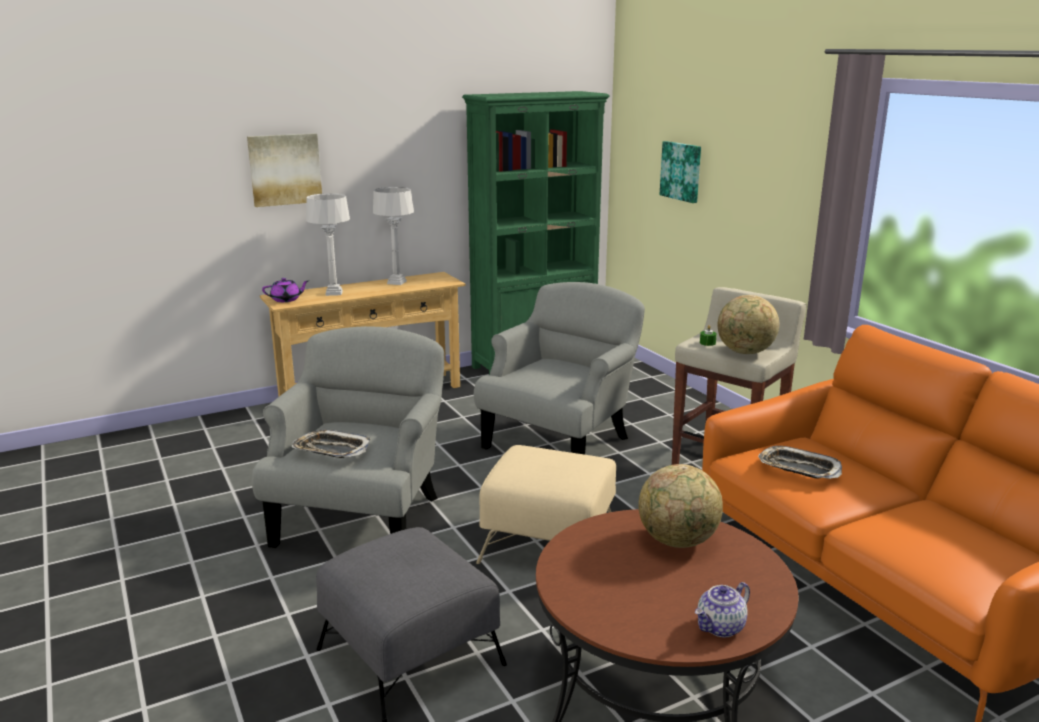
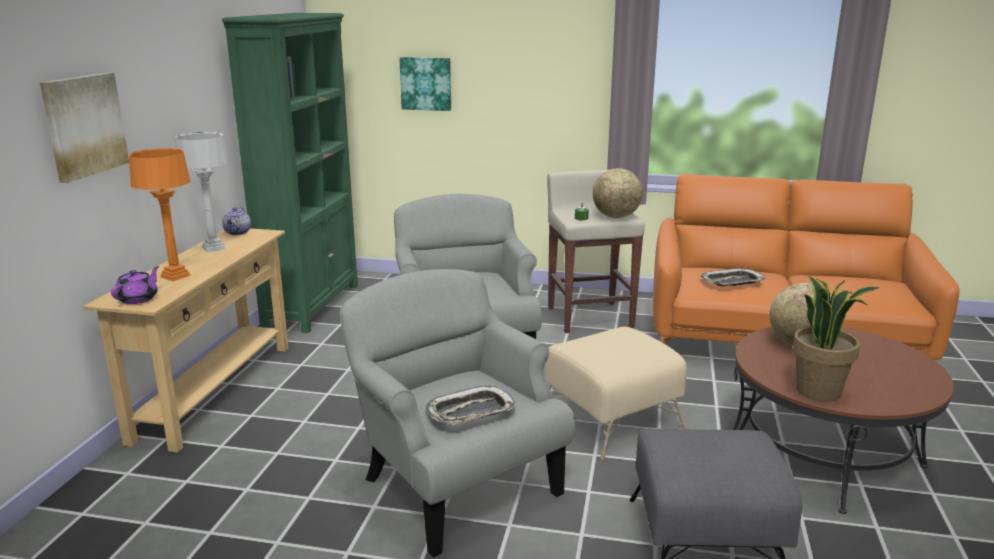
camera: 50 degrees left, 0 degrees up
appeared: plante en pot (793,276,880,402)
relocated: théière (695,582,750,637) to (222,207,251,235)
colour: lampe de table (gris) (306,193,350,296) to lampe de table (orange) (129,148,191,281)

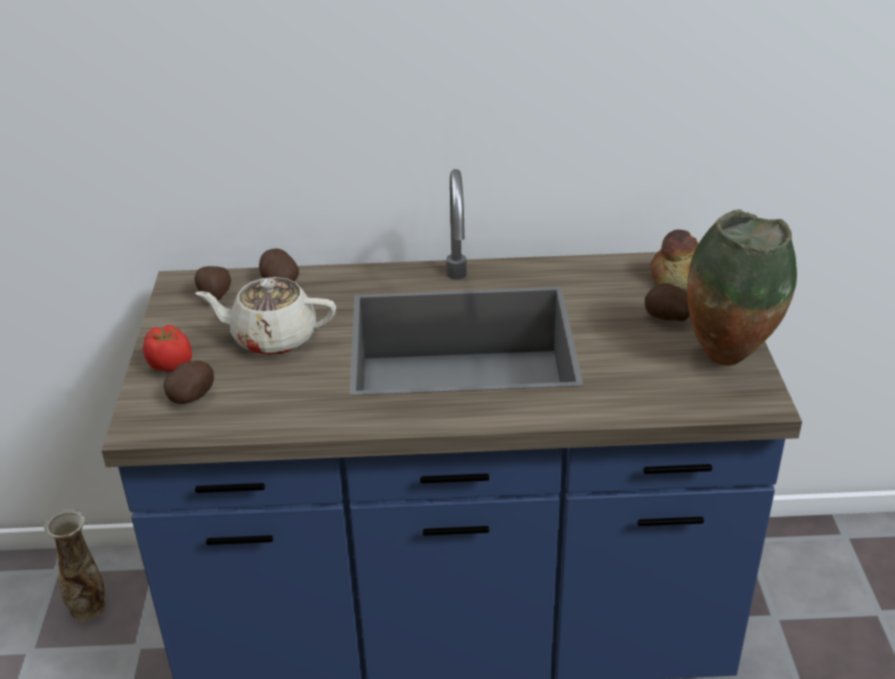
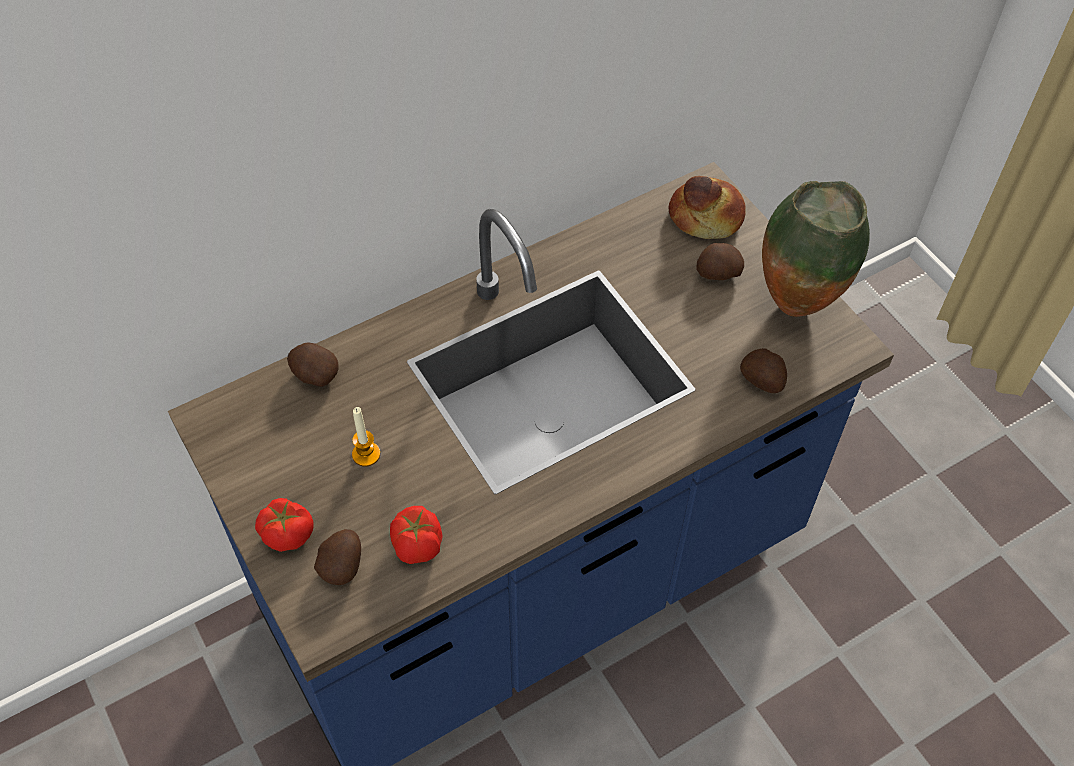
camera: 30 degrees left, 20 degrees up
missing: vase (44,508,106,621)
appeared: tomate (390,506,443,564)
relocated: pomme de terre (195,266,231,301) to (740,348,787,393)
exchanged: théière (beige) (196,277,336,356) to bougie (352,407,380,467)

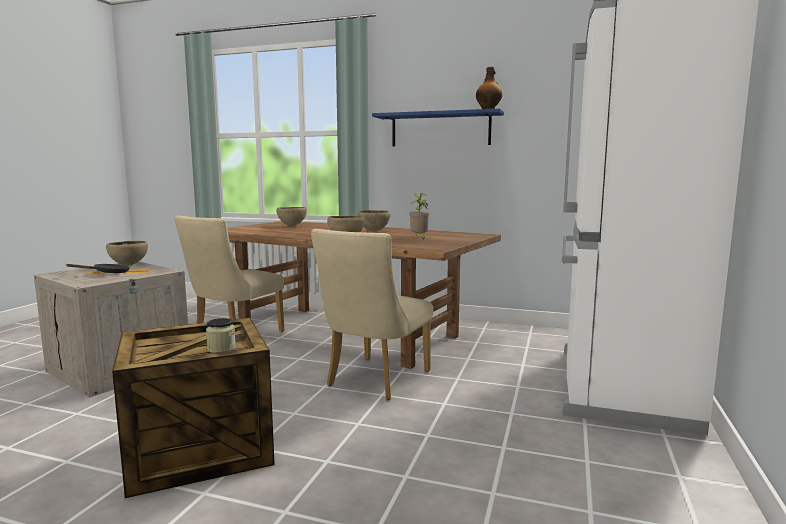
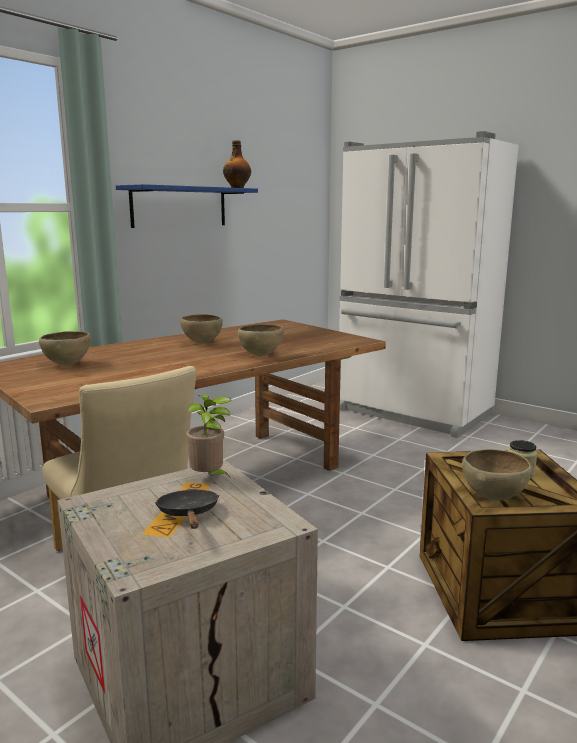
camera: 70 degrees left, 5 degrees up
missing: chaise (beige) (311,229,433,400)
relocated: bol (marron) (106,241,148,266) to (462,449,532,501); plante en pot (409,193,430,240) to (186,395,232,477)

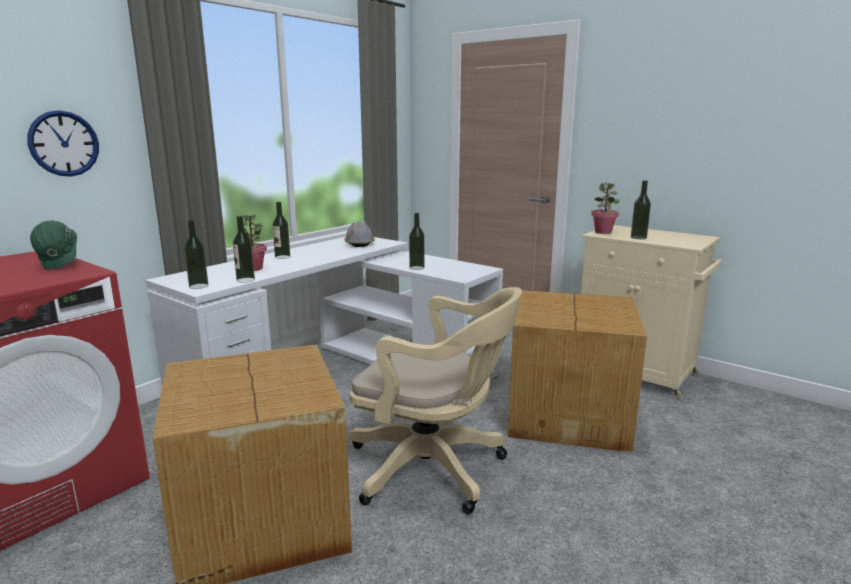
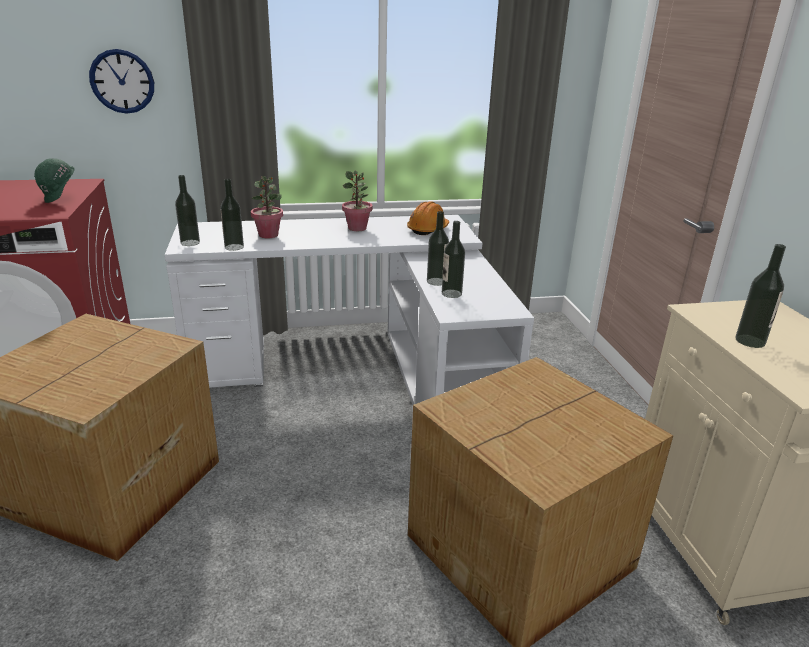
camera: 40 degrees right, 10 degrees up
missing: chaise de bureau (beige) (350,287,522,514)
relocated: bouteille (272,202,290,259) to (442,221,465,298); plante en pot (591,182,620,234) to (342,171,373,231)
colour: casque de chantier (gris) (344,221,375,247) to casque de chantier (orange) (407,201,449,235)

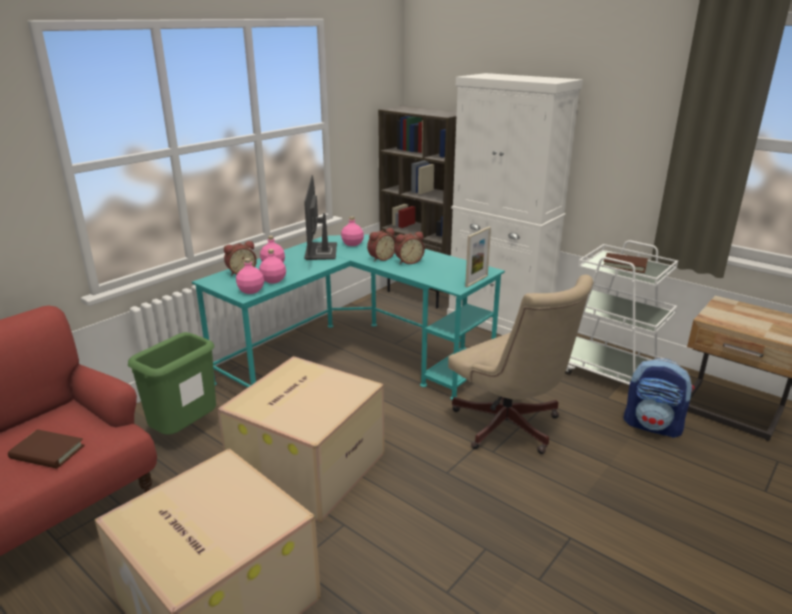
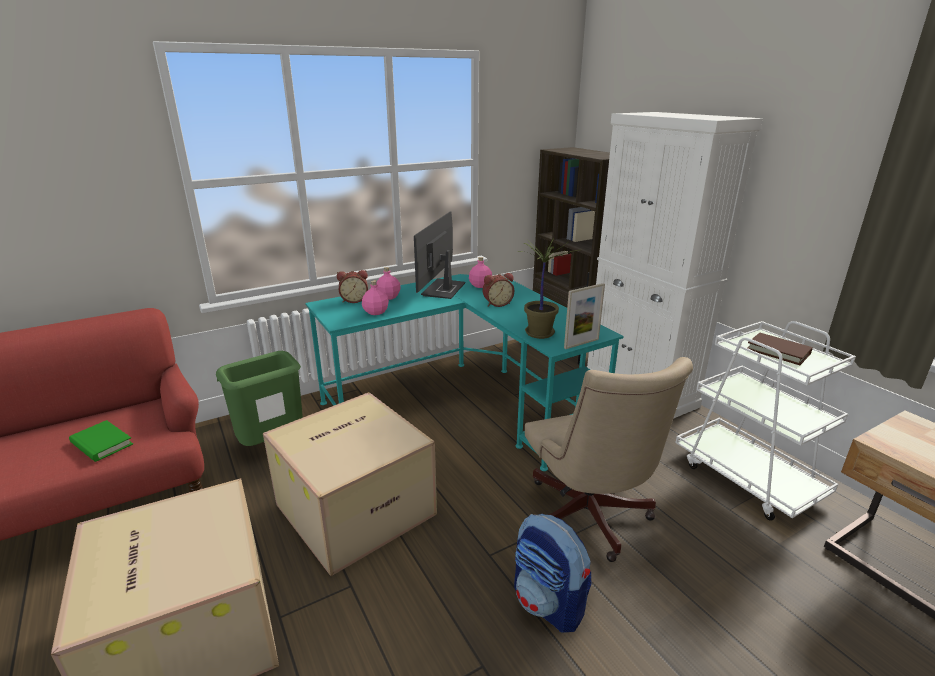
camera: 20 degrees right, 0 degrees up
missing: bouteille (rose) (236,258,264,294); réveil (394,232,425,264)
appeared: plante en pot (523,238,577,339)
relocated: sac à dos (624,359,694,438) to (514,514,591,633)
colour: livre (marron) (8,429,84,469) to livre (vert) (69,420,133,462)

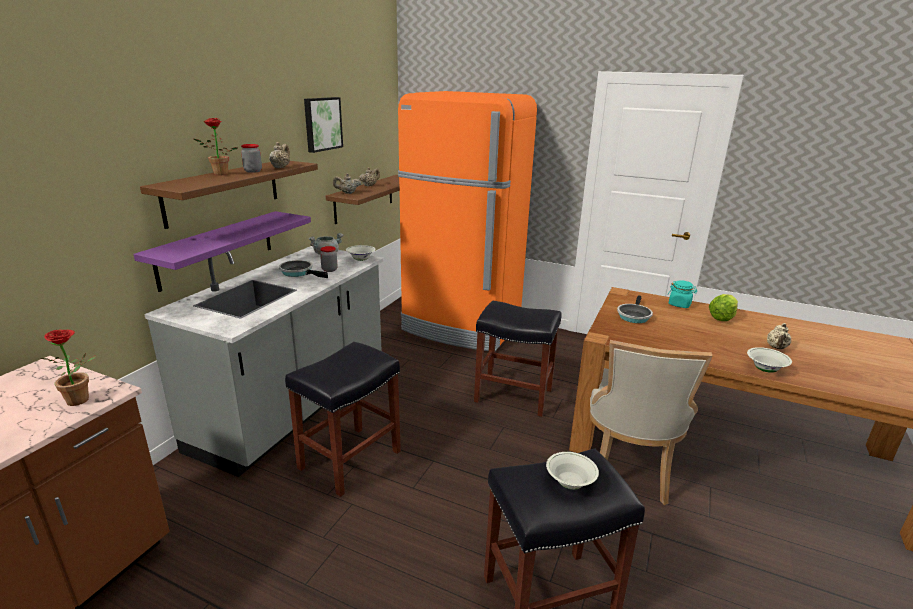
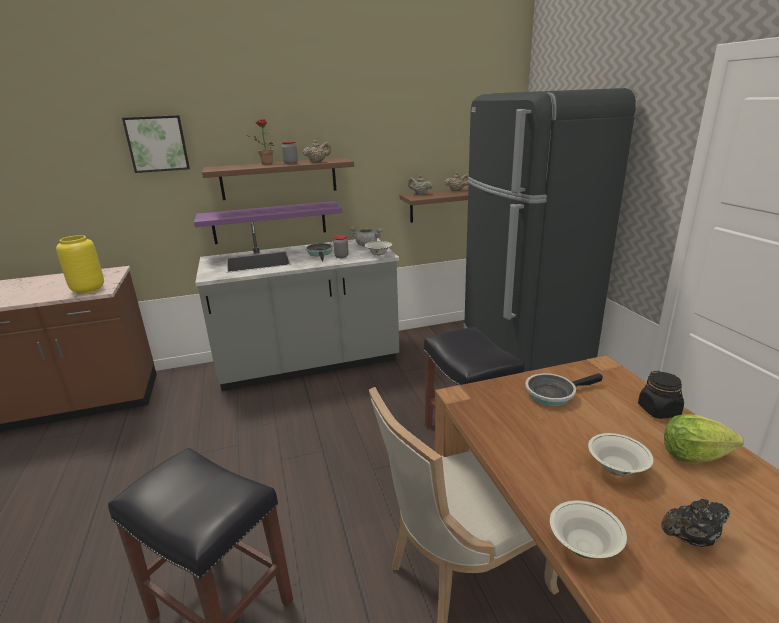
camera: 50 degrees right, 0 degrees up
missing: tabouret (noir) (285,342,401,497)
relocated: tableau (304,97,343,153) to (122,115,190,173); bol (blanc) (546,452,599,490) to (588,433,653,476)
exchanged: plante en pot (41,330,96,406) to vase (jaune) (56,235,104,294)
colour: réfrigérateur (orange) (398,91,537,351) to réfrigérateur (noir) (464,88,636,372); bocal (turquoise) (668,280,697,308) to bocal (noir) (638,371,684,419); théière (beige) (767,323,791,349) to théière (noir) (661,499,730,547)

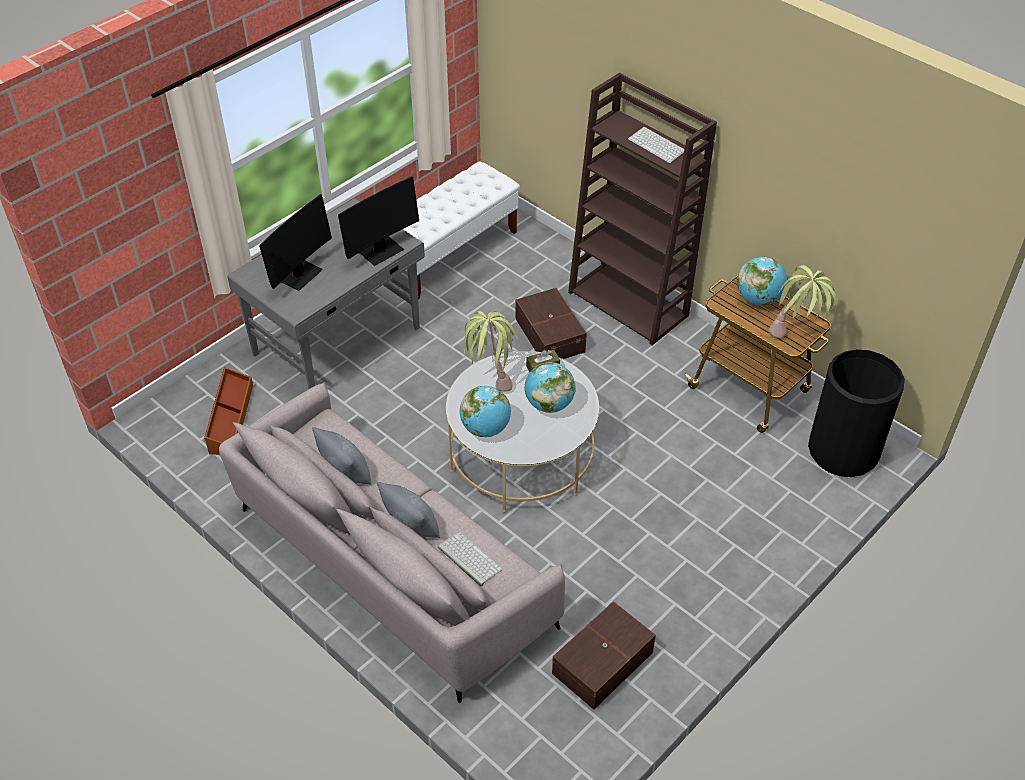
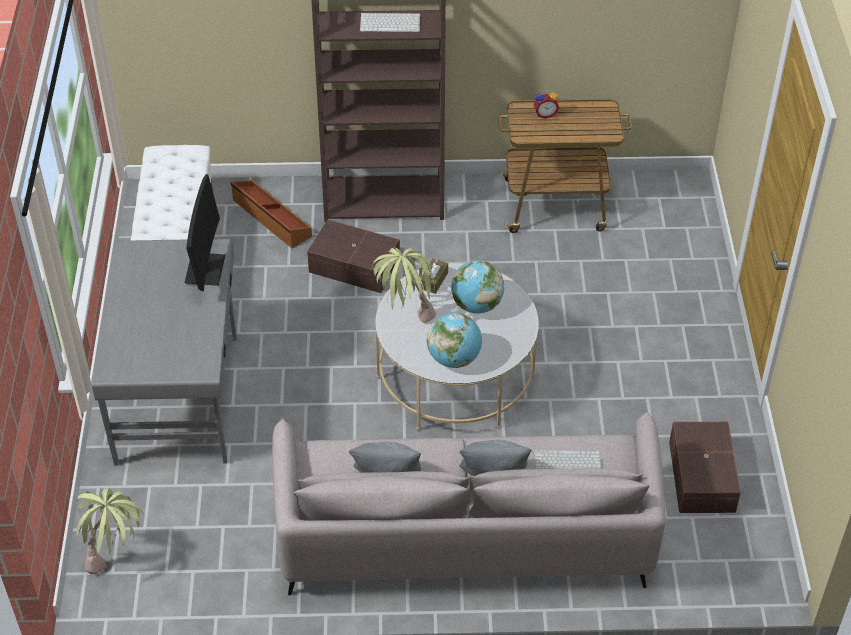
camera: 45 degrees left, 0 degrees up
missing: écran d'ordinateur (259,194,332,291); poubelle (noir) (808,349,905,477)
relocated: boîte de rangement (marron) (204,367,253,455) to (231,180,312,248); plante en pot (768,265,837,338) to (76,488,144,574)
exchanged: globe (737,257,787,306) to réveil (533,90,559,119)

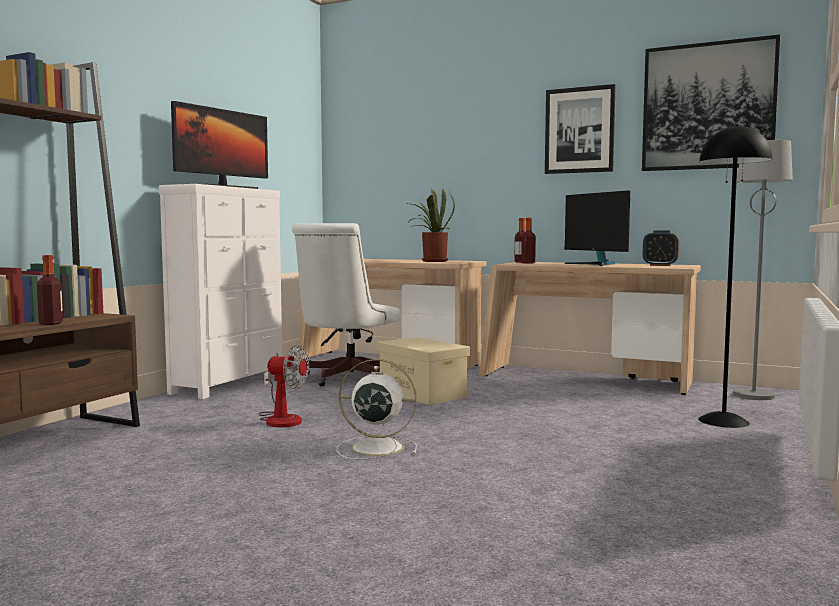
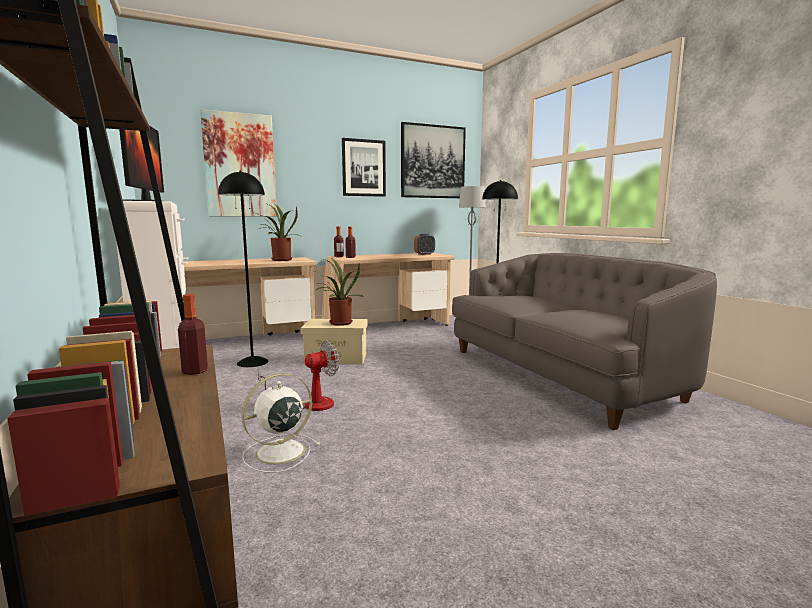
camera: 50 degrees left, 5 degrees up
missing: écran d'ordinateur (564,190,630,266)
appeared: tableau (200,109,277,216); plante en pot (311,257,365,326); canapé (gris) (452,253,717,430)
relocated: ventilateur (blanc) (337,359,417,460) to (242,374,321,473)
exchanged: chaise de bureau (blanc) (292,223,400,387) to lampadaire (noir) (218,171,269,367)

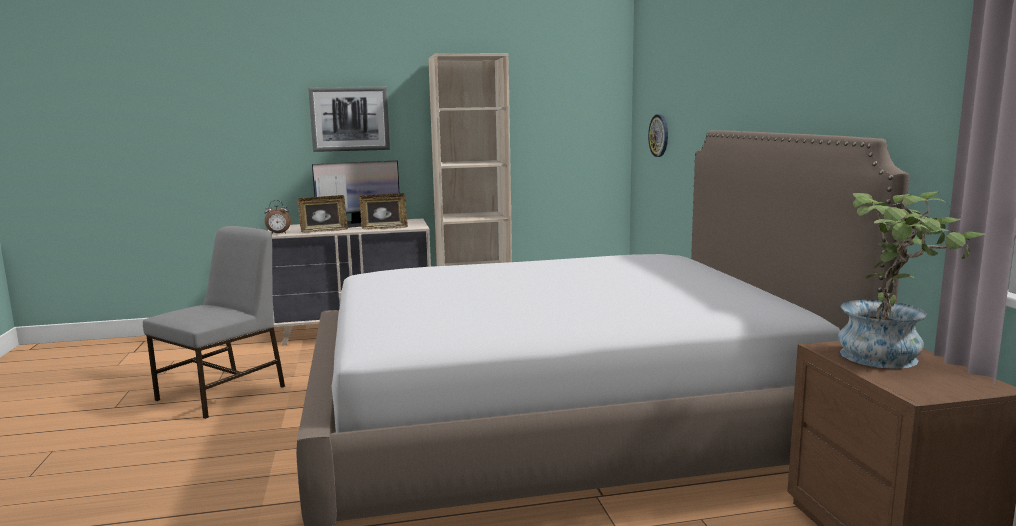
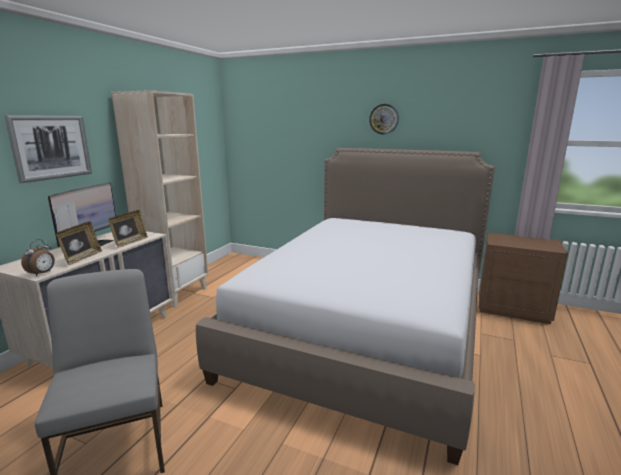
camera: 55 degrees left, 5 degrees up
missing: plante en pot (838,191,985,369)
relocated: horloge murale (648,114,668,157) to (369,104,399,134)

